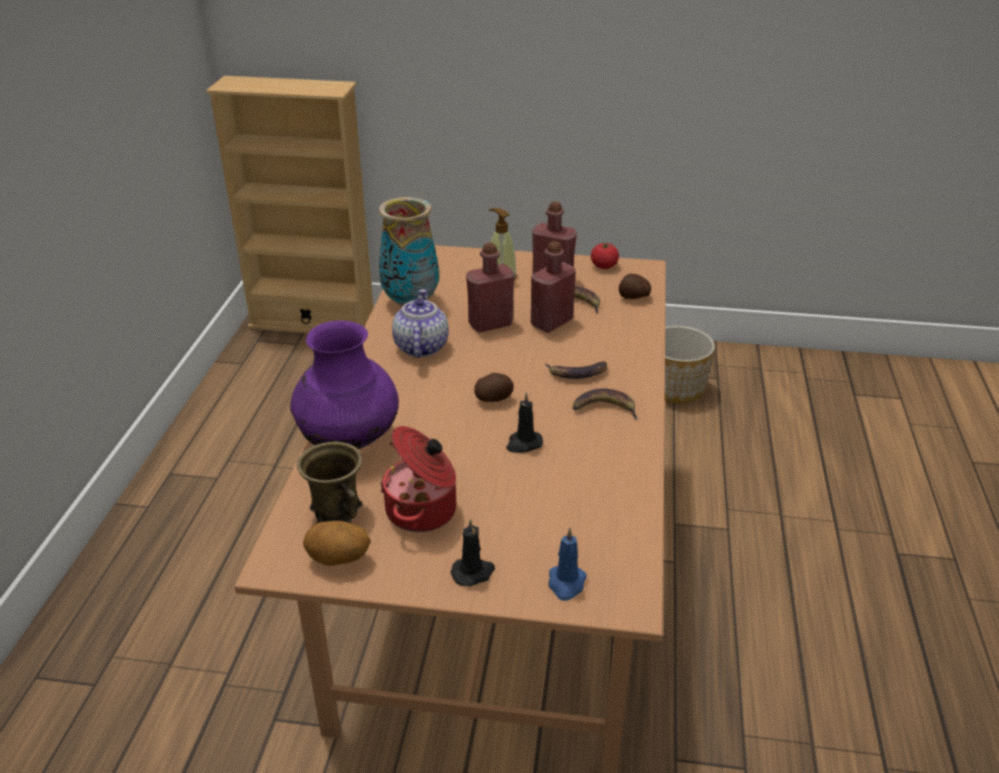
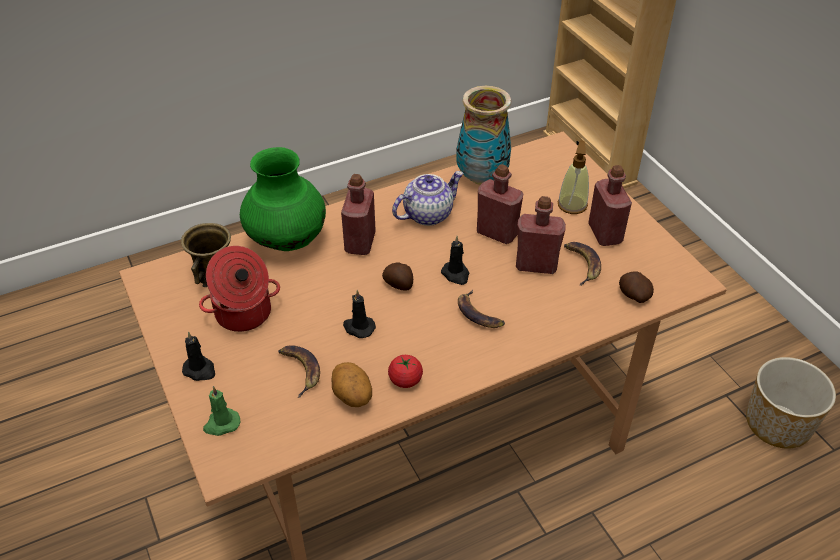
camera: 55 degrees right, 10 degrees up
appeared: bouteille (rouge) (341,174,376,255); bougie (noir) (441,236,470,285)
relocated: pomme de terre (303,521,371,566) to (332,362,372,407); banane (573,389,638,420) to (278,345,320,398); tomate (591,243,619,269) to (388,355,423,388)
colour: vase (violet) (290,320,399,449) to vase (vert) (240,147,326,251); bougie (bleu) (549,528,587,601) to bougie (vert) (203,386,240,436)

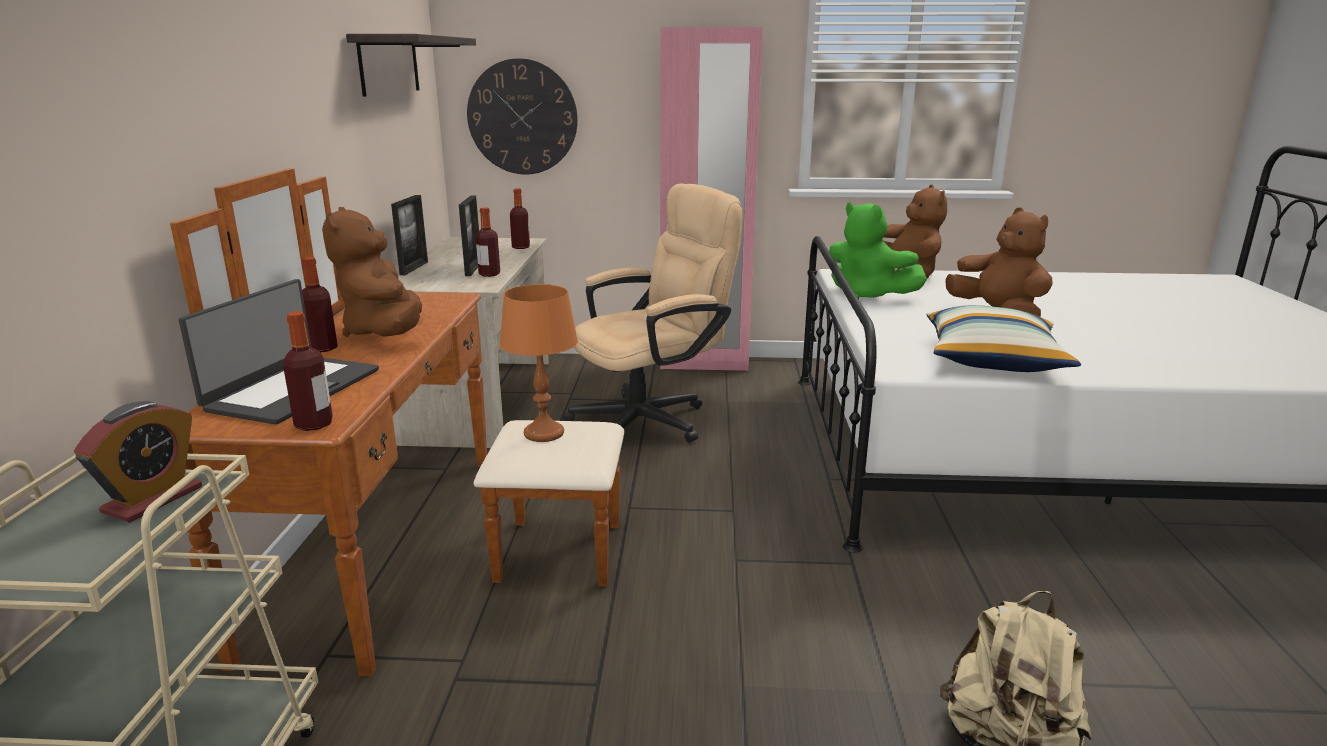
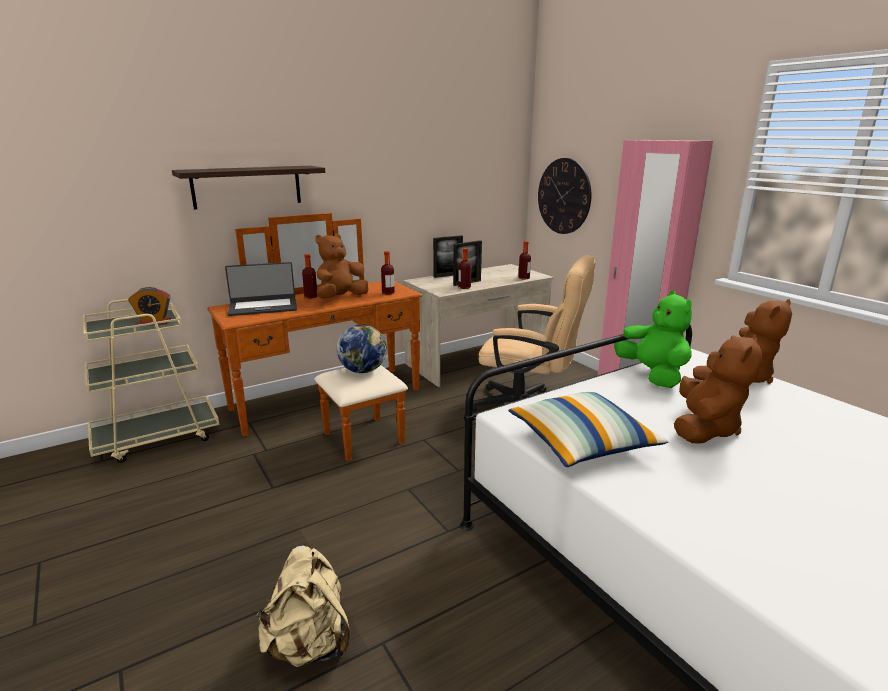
camera: 55 degrees right, 0 degrees up
relocated: bouteille (283,311,333,431) to (381,251,395,295); étagère (346,34,476,97) to (172,166,325,210)
exchanged: lampe de table (orange) (499,284,578,442) to globe (337,324,387,373)
spun: peluche (vert) (829,203,927,299) = (614,291,692,388) 150 degrees clockwise

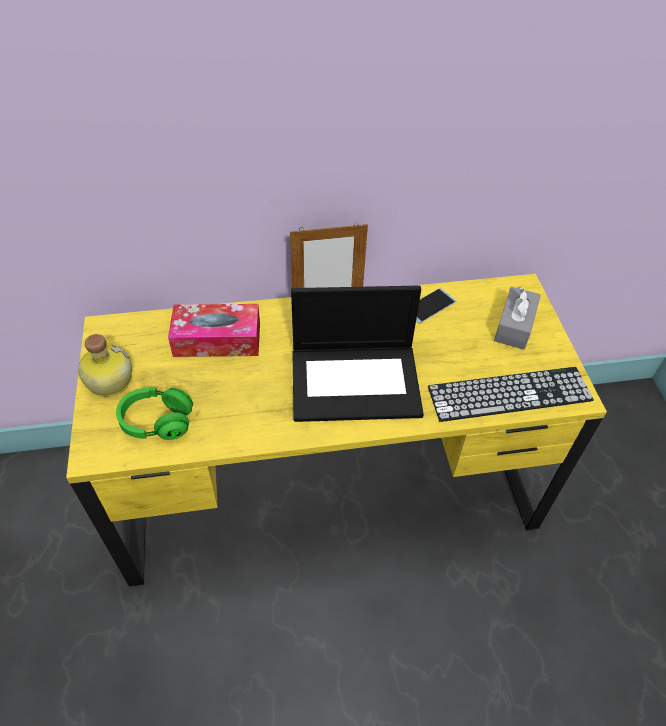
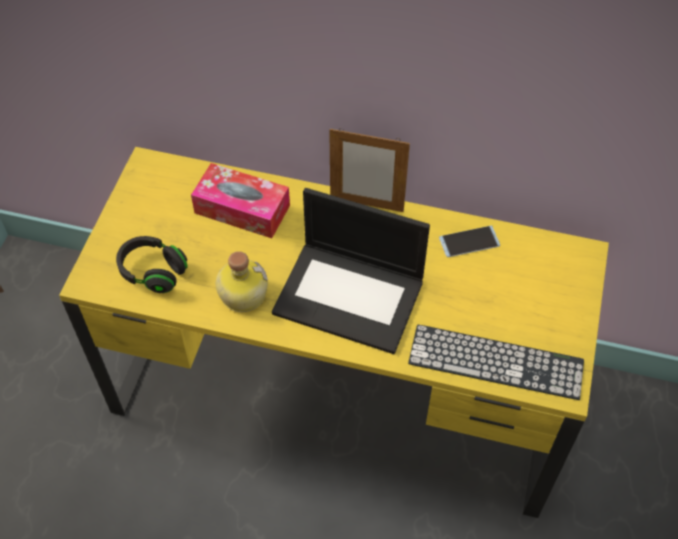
camera: 25 degrees right, 5 degrees up
missing: boîte à mouchoirs (gris) (494,286,541,350)
relocated: bouteille (78,334,132,397) to (216,251,268,312)
colour: casque audio (vert) (116,387,193,440) to casque audio (noir) (116,236,188,293)

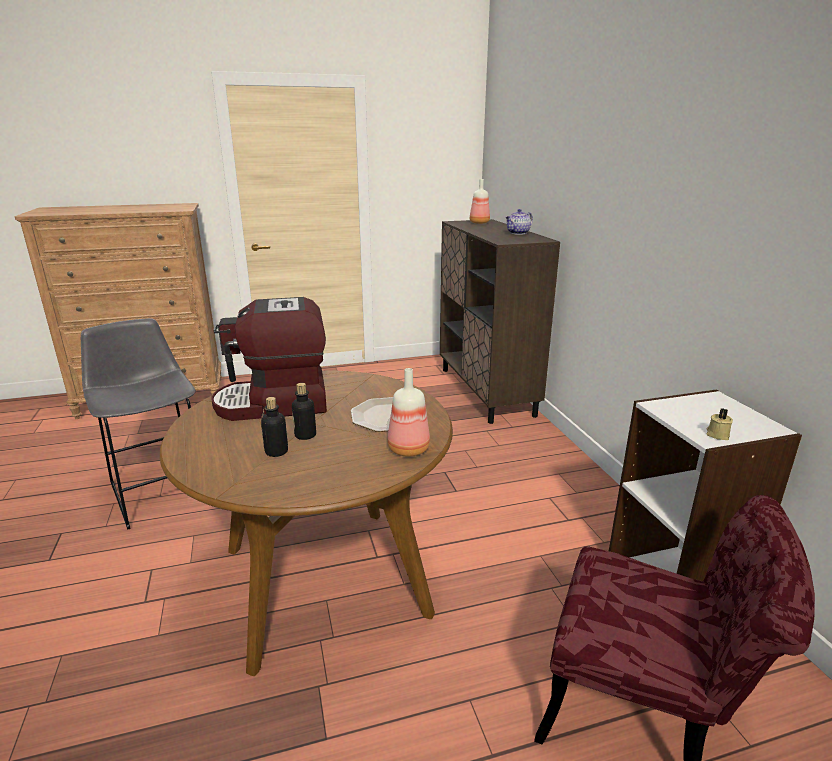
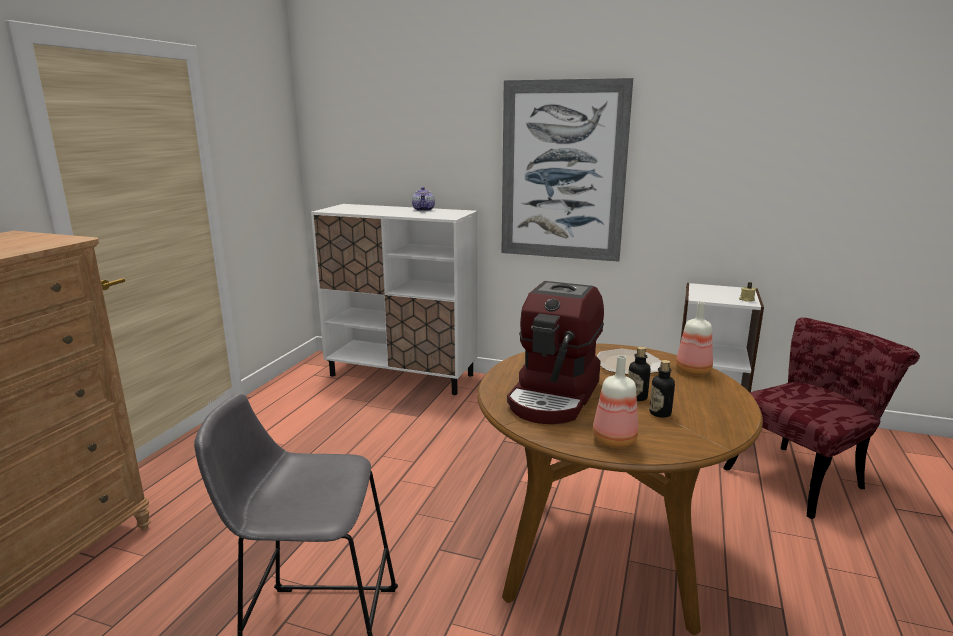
camera: 55 degrees left, 5 degrees down
appeared: tableau (501,78,633,262)
relocated: bouteille (470,179,490,224) to (593,355,638,448)
colour: meuble de rangement (marron) (440,219,560,424) to meuble de rangement (blanc) (311,204,478,395)

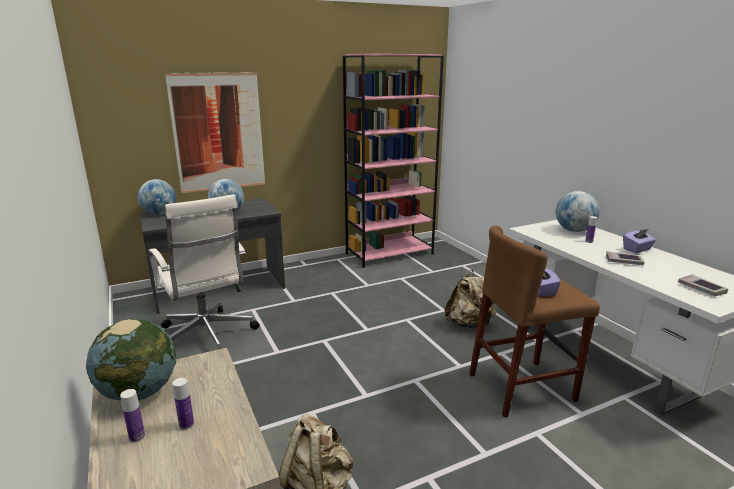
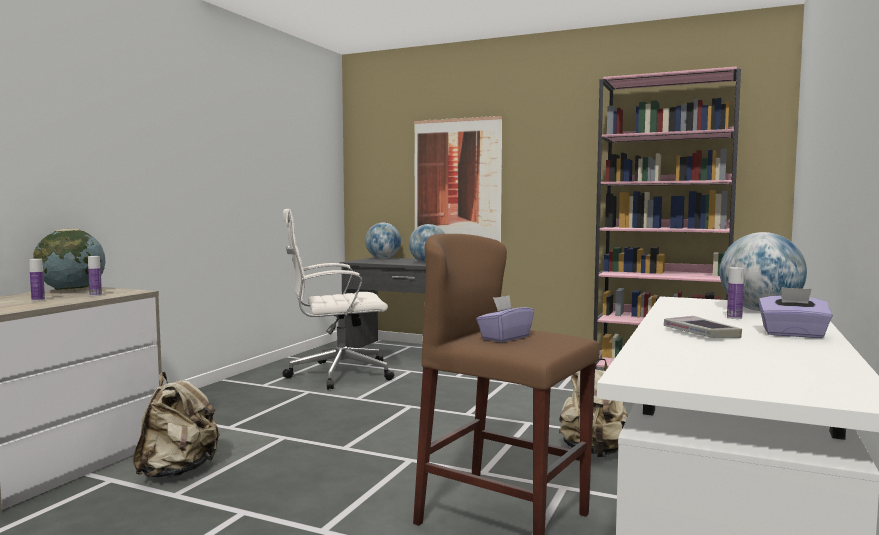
camera: 50 degrees right, 15 degrees down
missing: livre (678,274,728,296)
relocated: bouteille (120,389,145,443) to (88,256,102,296)
spun: chaise de bureau (blanc) (149,194,260,349) = (282,209,395,390) 60 degrees clockwise

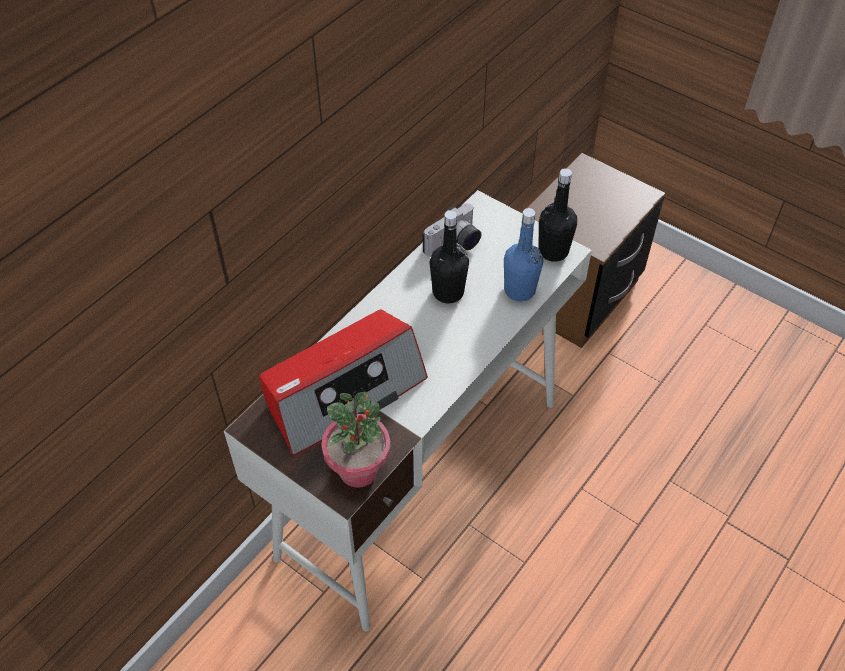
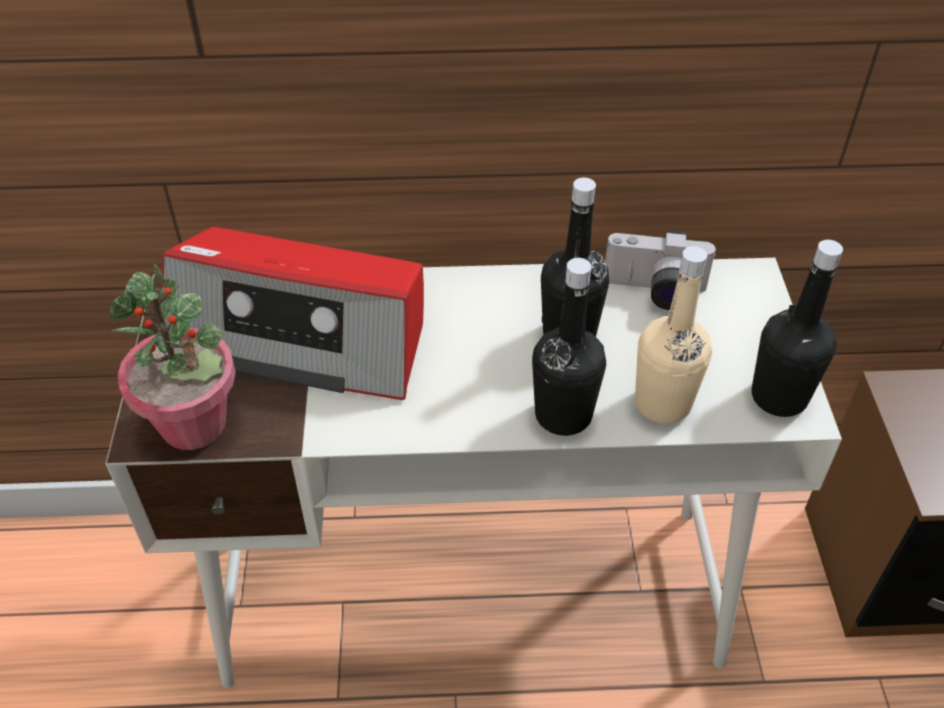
camera: 50 degrees right, 5 degrees down
appeared: bouteille (noir) (532,258,606,436)
colour: bouteille (bleu) (504,208,543,301) to bouteille (beige) (635,246,712,424)

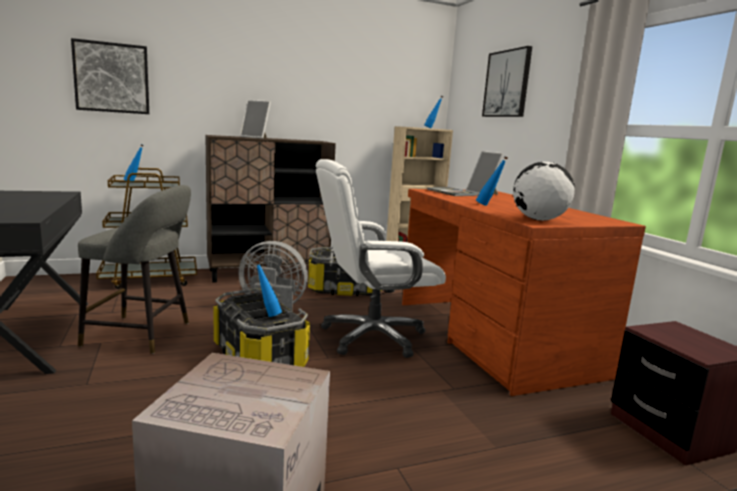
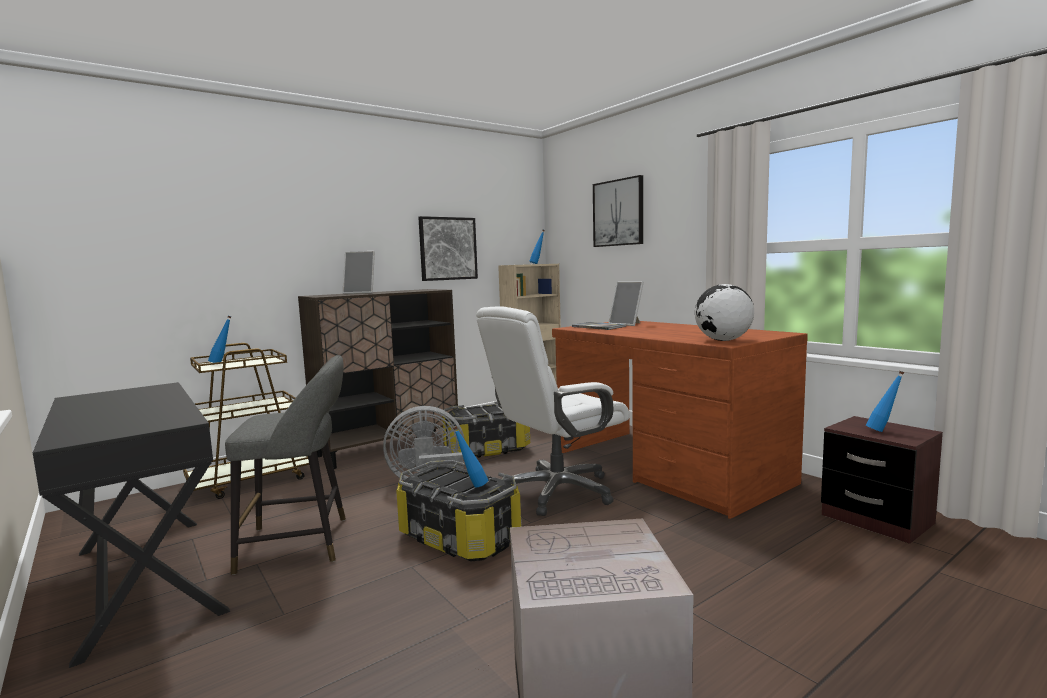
camera: 15 degrees left, 5 degrees down
relocated: tableau (71,38,149,114) to (418,216,478,281); bouteille (bleu) (476,156,508,206) to (866,371,905,432)

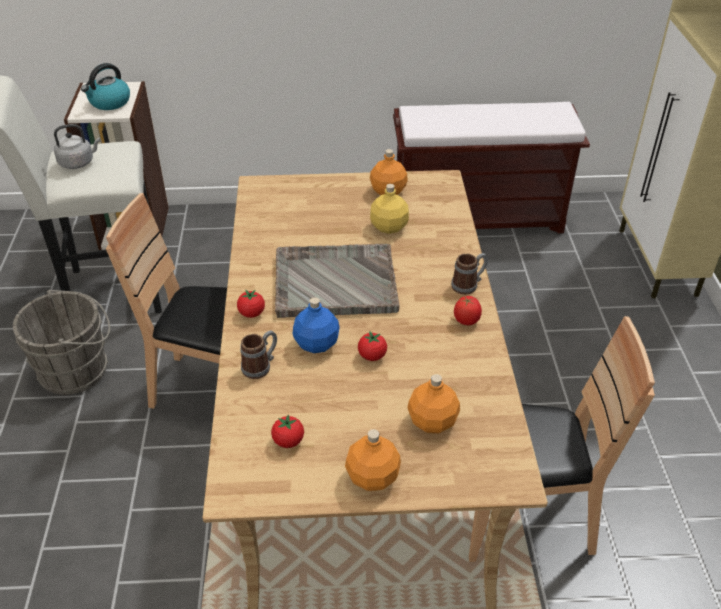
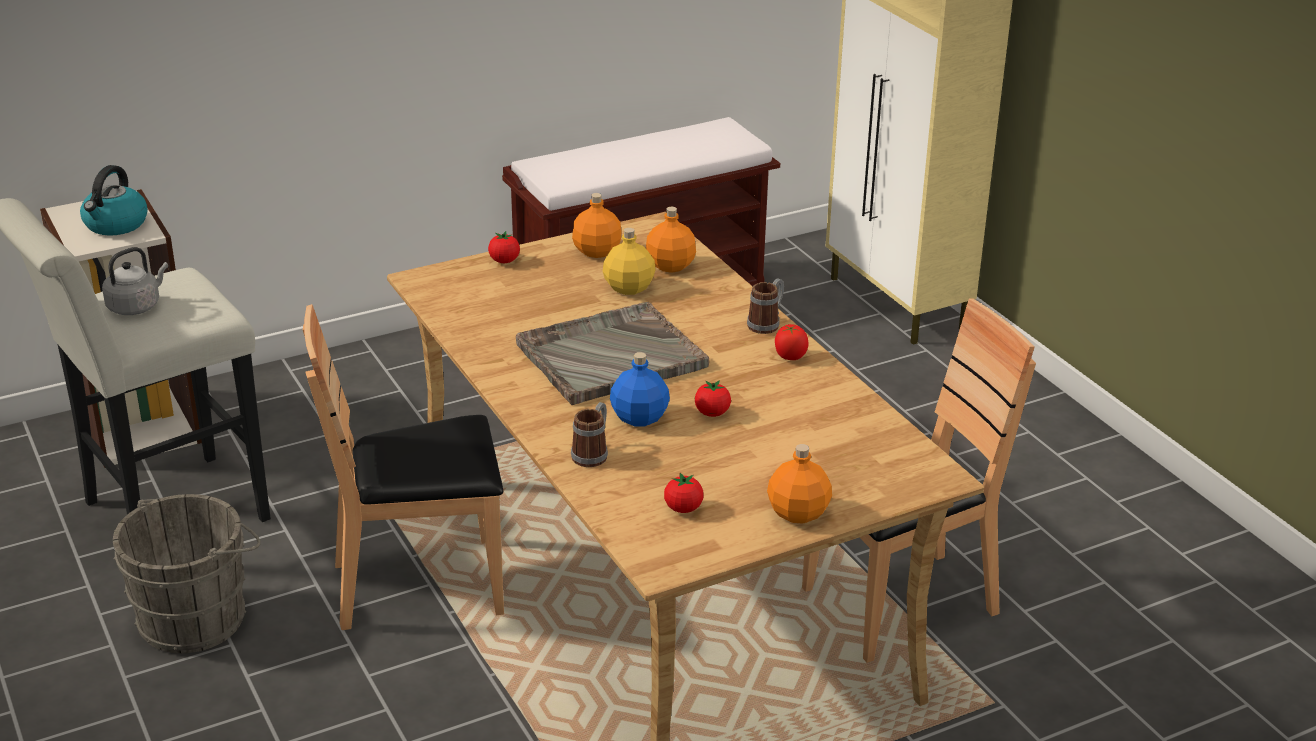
camera: 25 degrees left, 10 degrees down
relocated: tomate (237,289,265,318) to (488,231,520,263); bouteille (orange) (407,374,460,433) to (646,207,696,273)

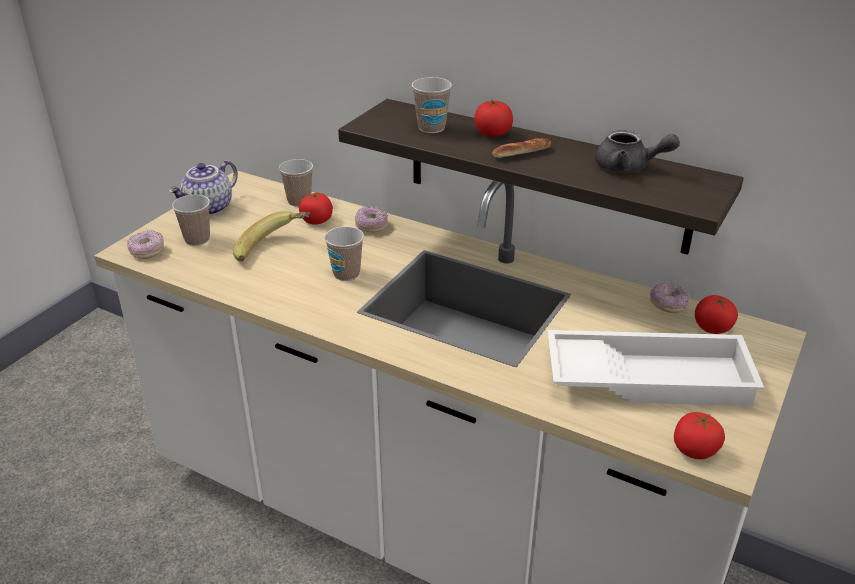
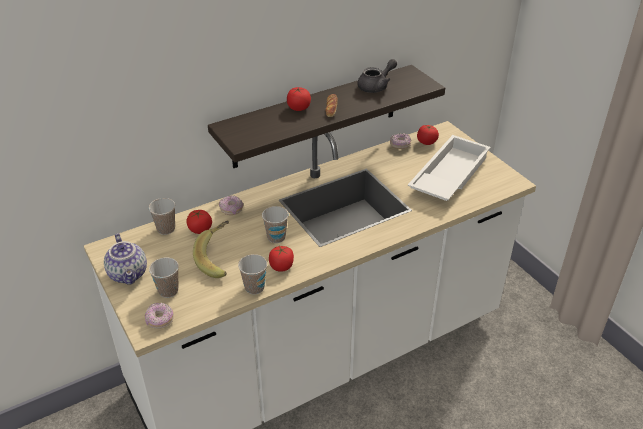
camera: 60 degrees left, 5 degrees up
relocated: tasse (412,77,452,133) to (238,254,267,294); tomate (674,412,725,459) to (269,246,294,272)

